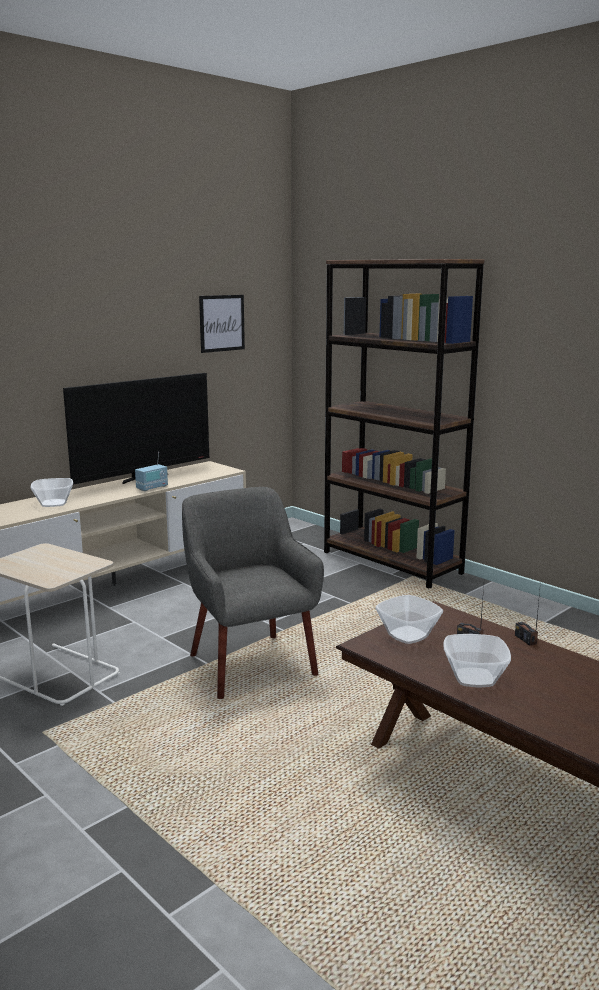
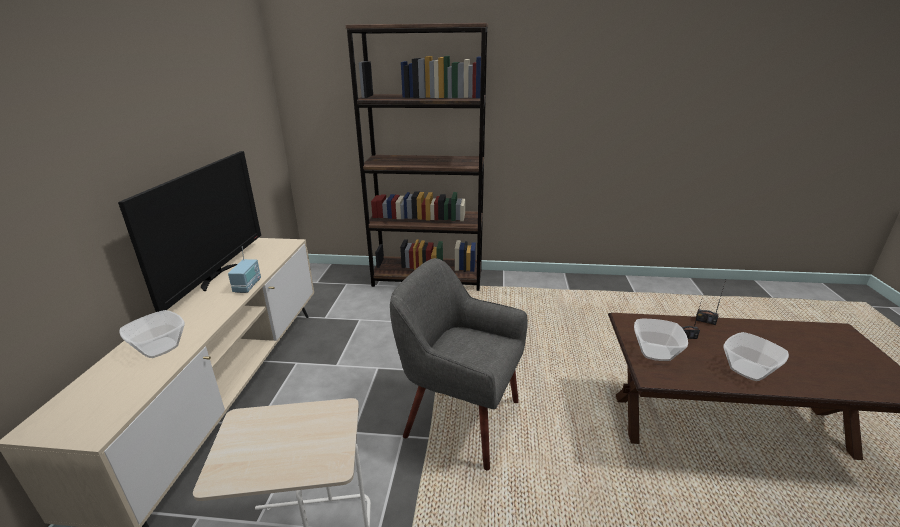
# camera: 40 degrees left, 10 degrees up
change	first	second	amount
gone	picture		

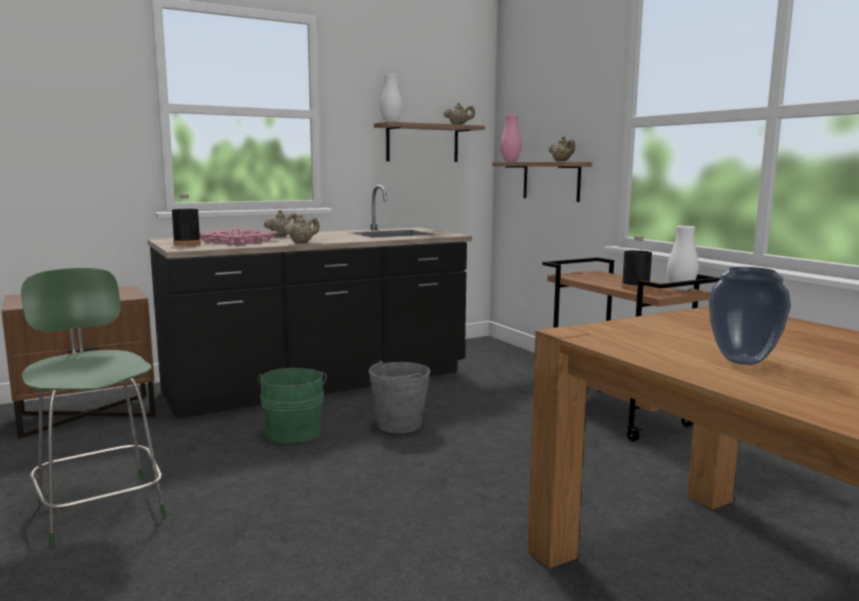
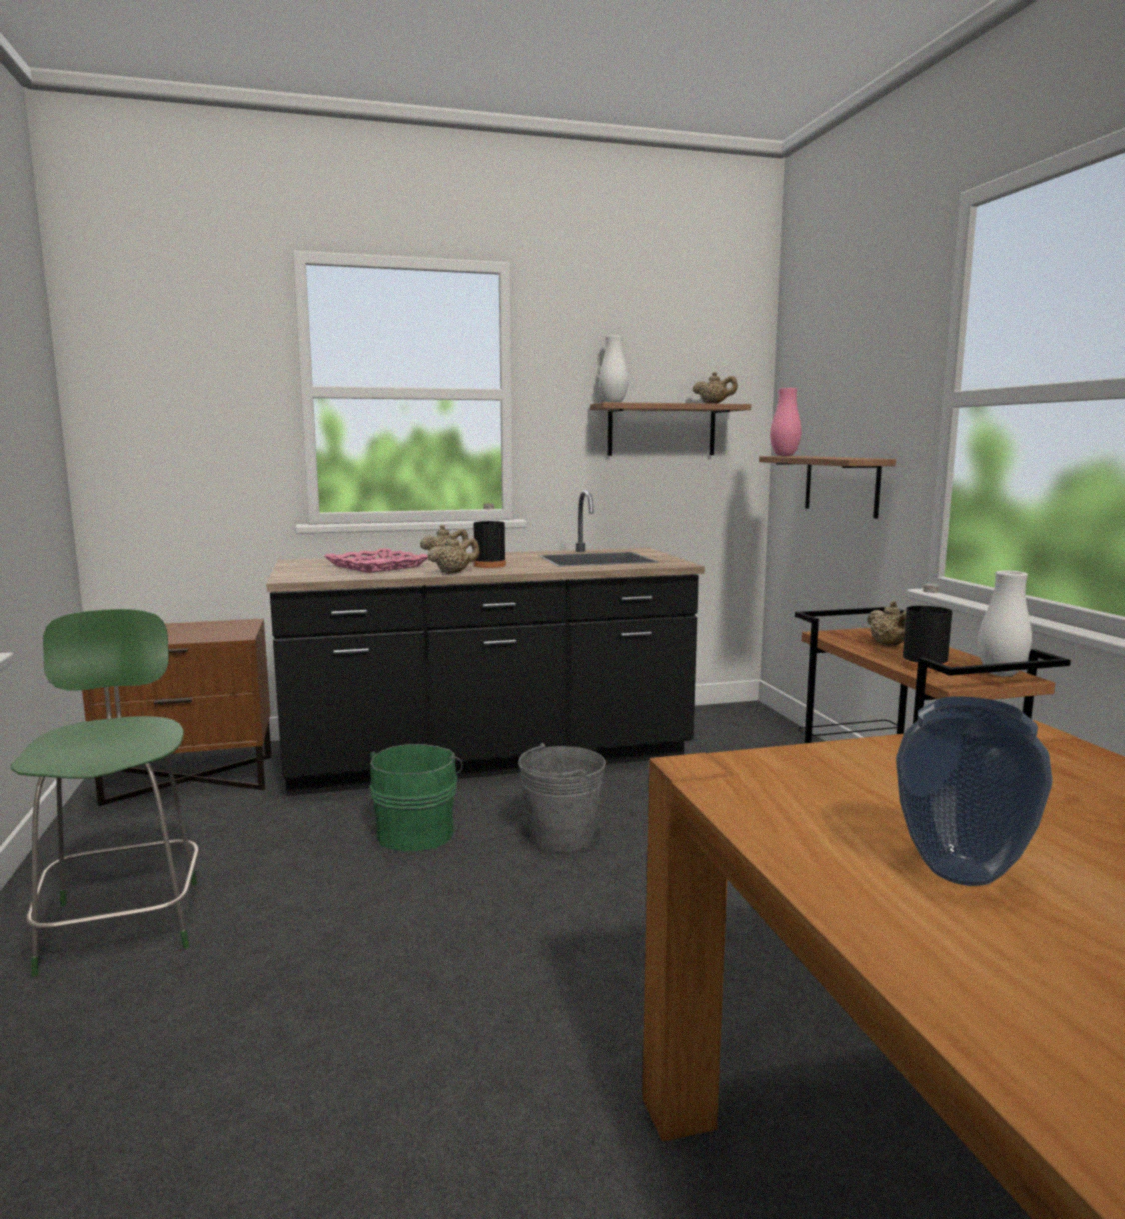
# camera: 15 degrees right, 0 degrees up
change	first	second	amount
shifted	black bottle (no. 1 from left)		
shifted	beige teapot (no. 4 from left)		

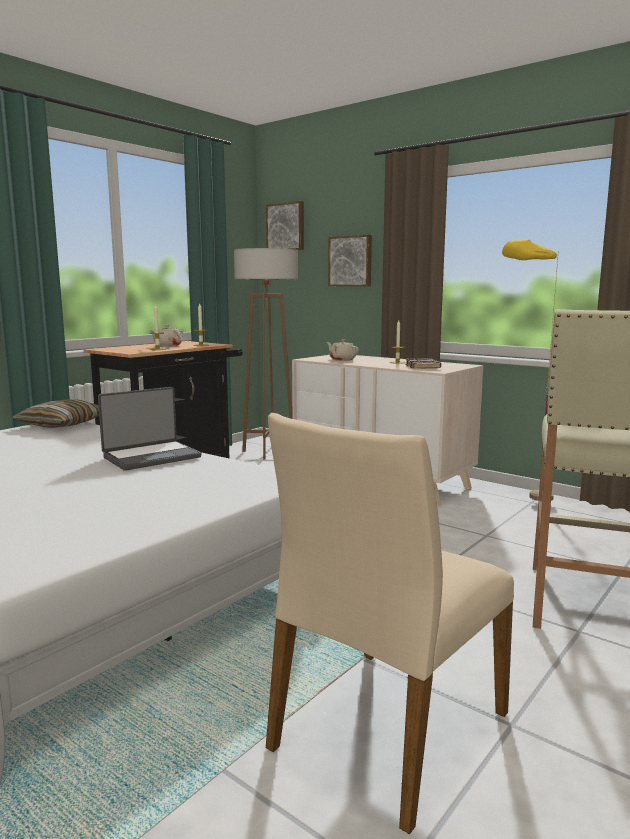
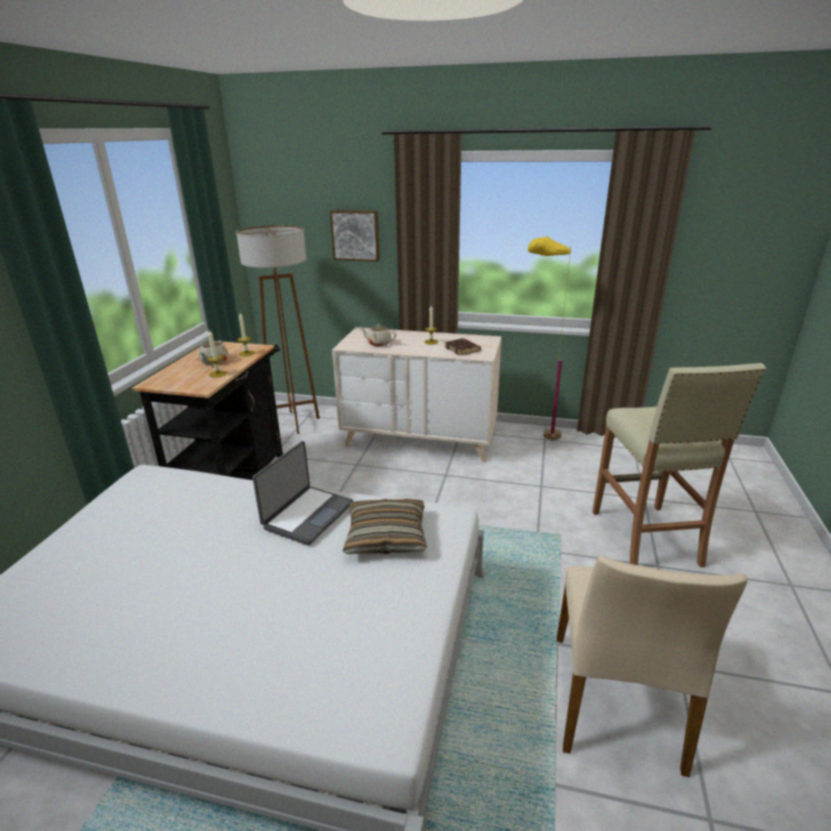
# camera: 25 degrees left, 15 degrees up
change	first	second	amount
shifted	pillow		
gone	picture (no. 1 from left)		

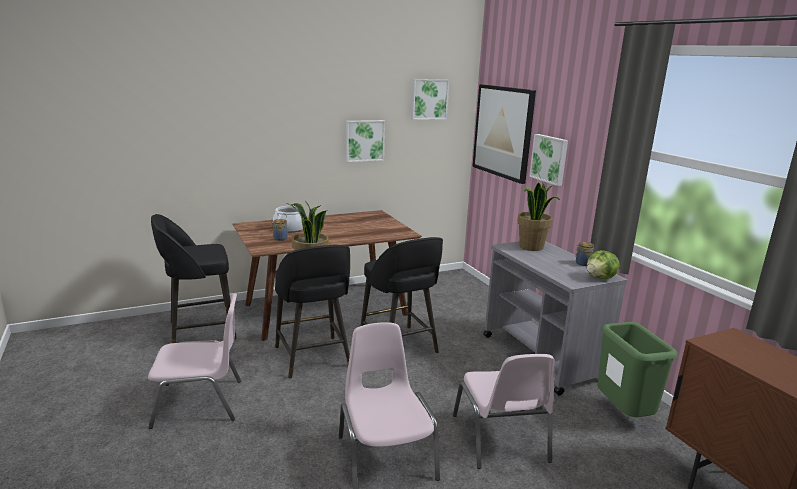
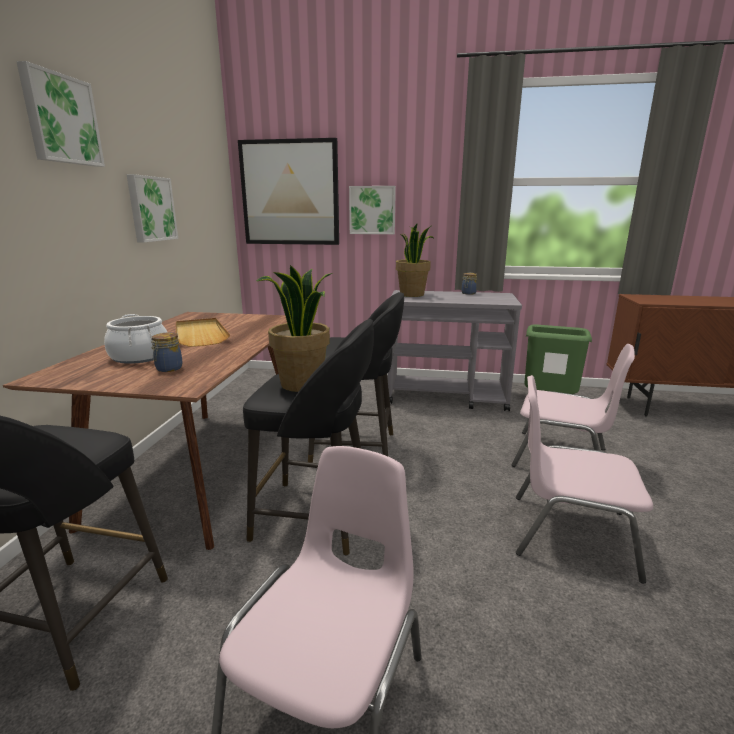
# camera: 55 degrees left, 0 degrees up
change	first	second	amount
shifted	picture (no. 2 from left in the first image)	picture (no. 1 from left)	
new		beige tray	
gone	lettuce		

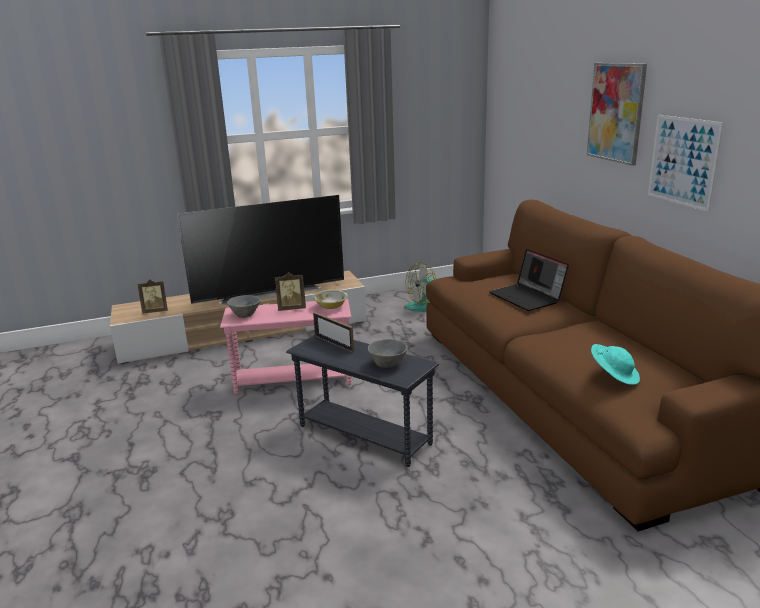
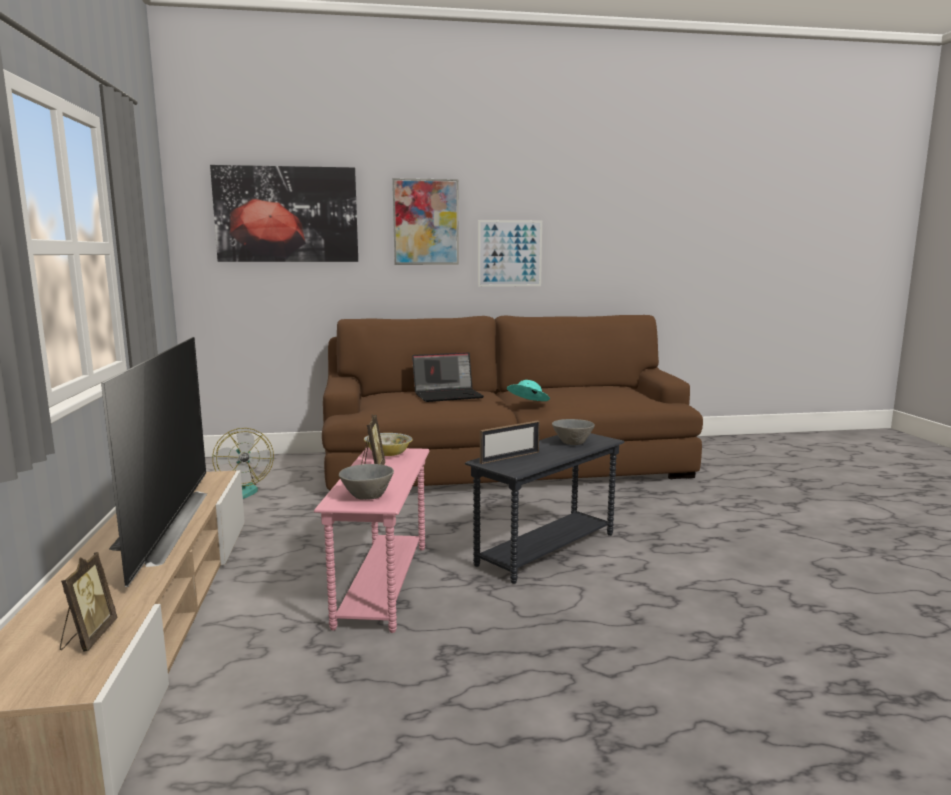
# camera: 80 degrees left, 10 degrees down
change	first	second	amount
new		picture (no. 1 from left)	
shifted	turquoise hat		

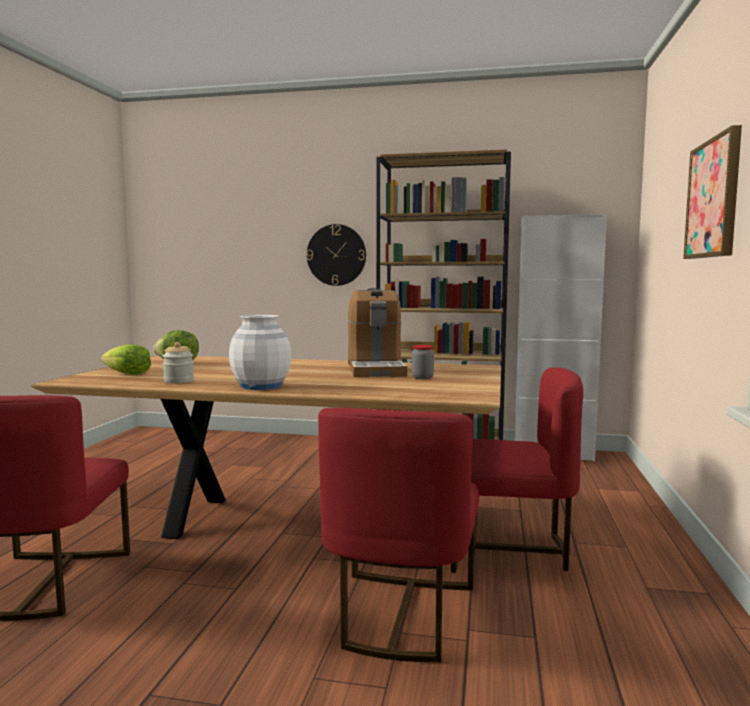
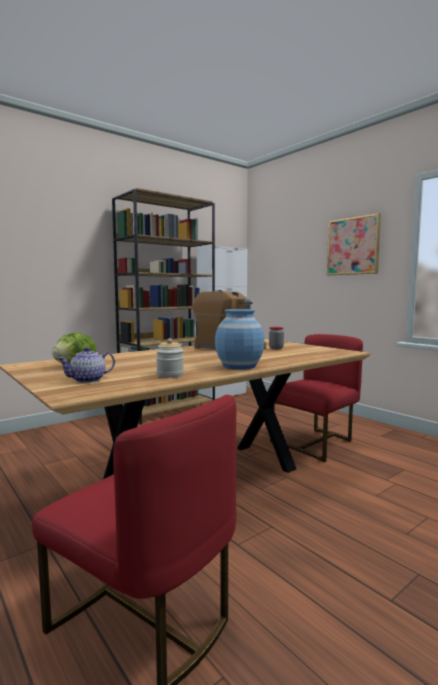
# camera: 50 degrees left, 0 degrees up
change	first	second	amount
swapped	lettuce (no. 1 from left)	teapot	
repainted	white vase	blue vase	
gone	wall clock		
gone	red chair (no. 2 from left)		

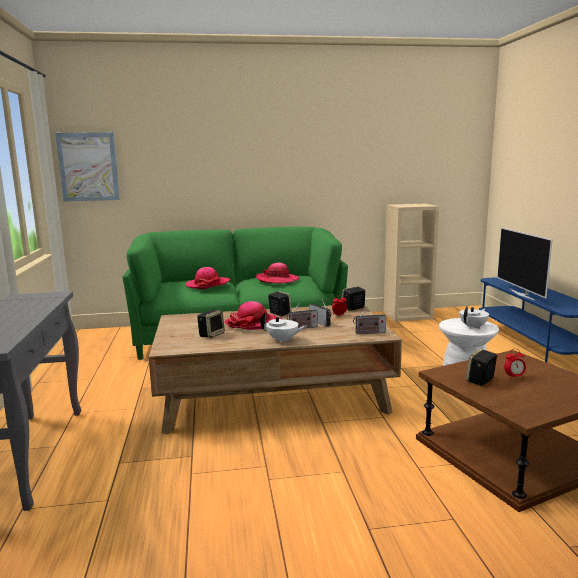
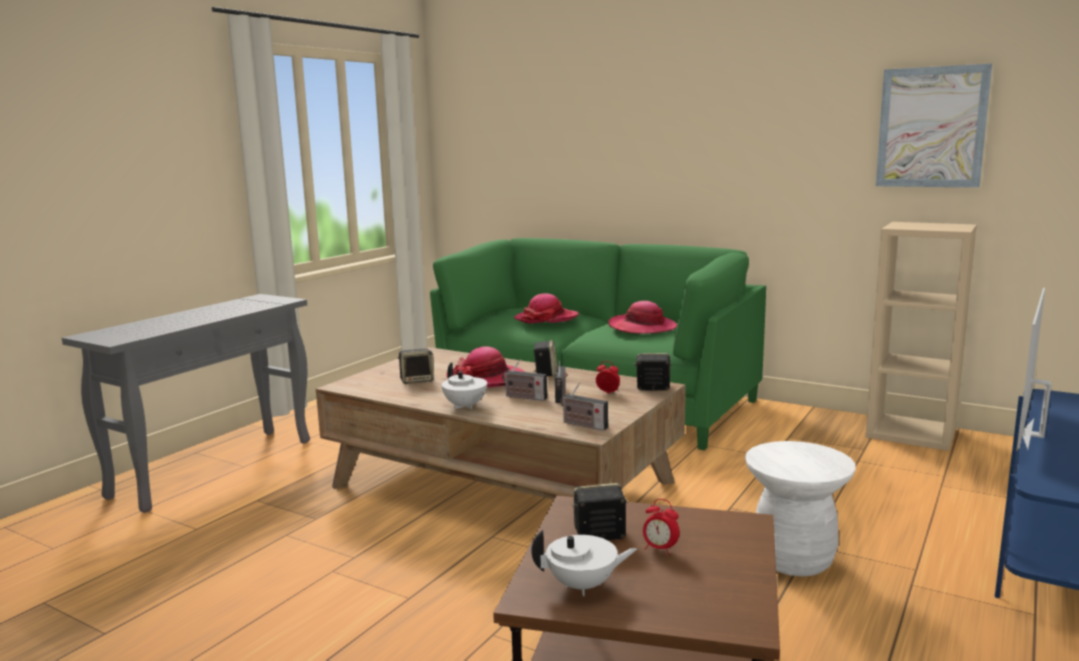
# camera: 40 degrees right, 0 degrees up
change	first	second	amount
shifted	white teapot (no. 2 from left)		
shifted	picture		

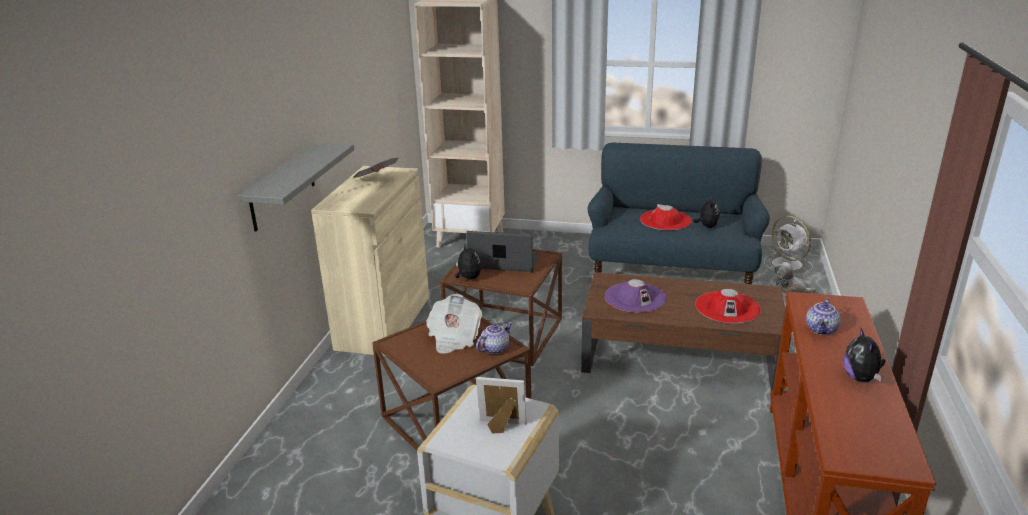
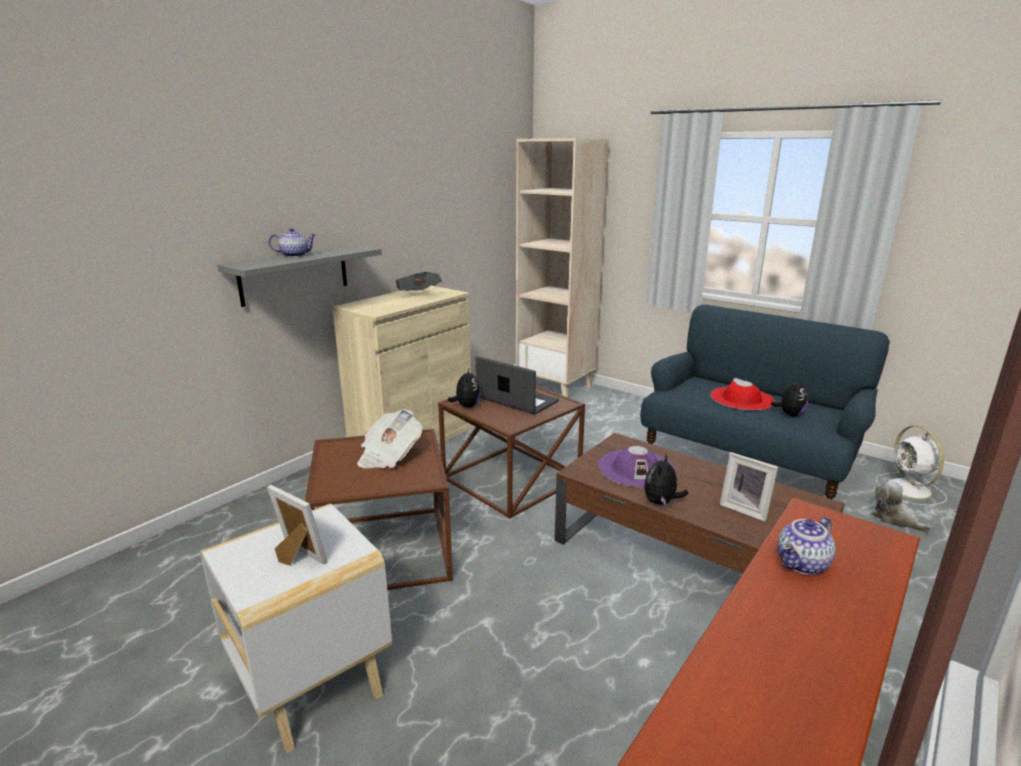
# camera: 25 degrees right, 5 degrees down
change	first	second	amount
shifted	teapot (no. 1 from left)		
shifted	plush toy (no. 4 from left in the first image)	plush toy (no. 2 from left)	
swapped	red hat (no. 2 from left)	picture frame (no. 2 from left)	

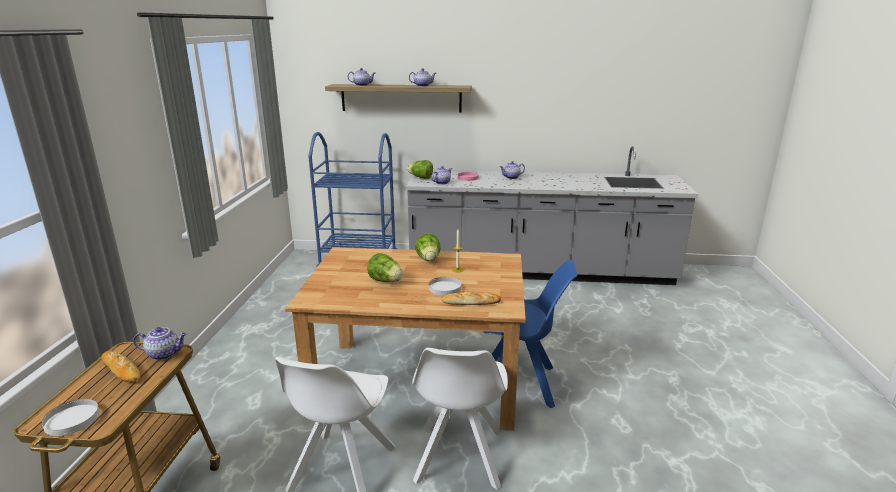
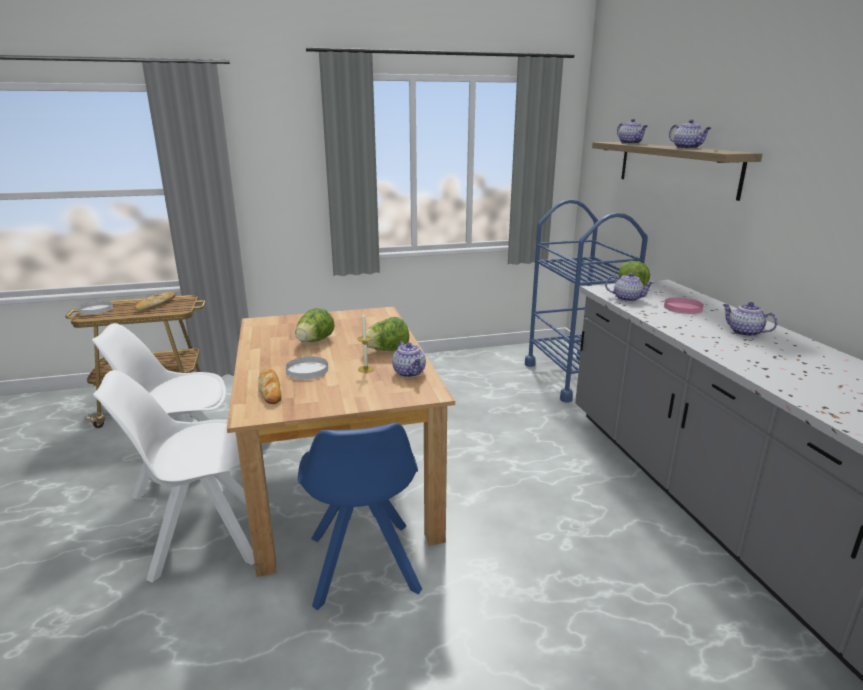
# camera: 70 degrees right, 0 degrees up
change	first	second	amount
shifted	teapot (no. 1 from left)		

